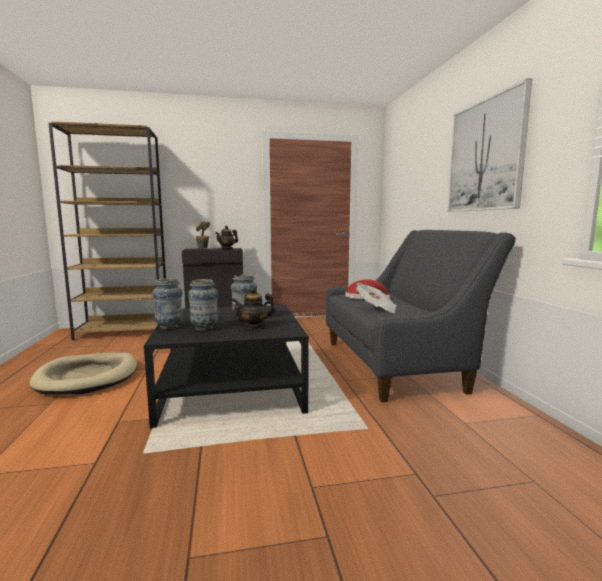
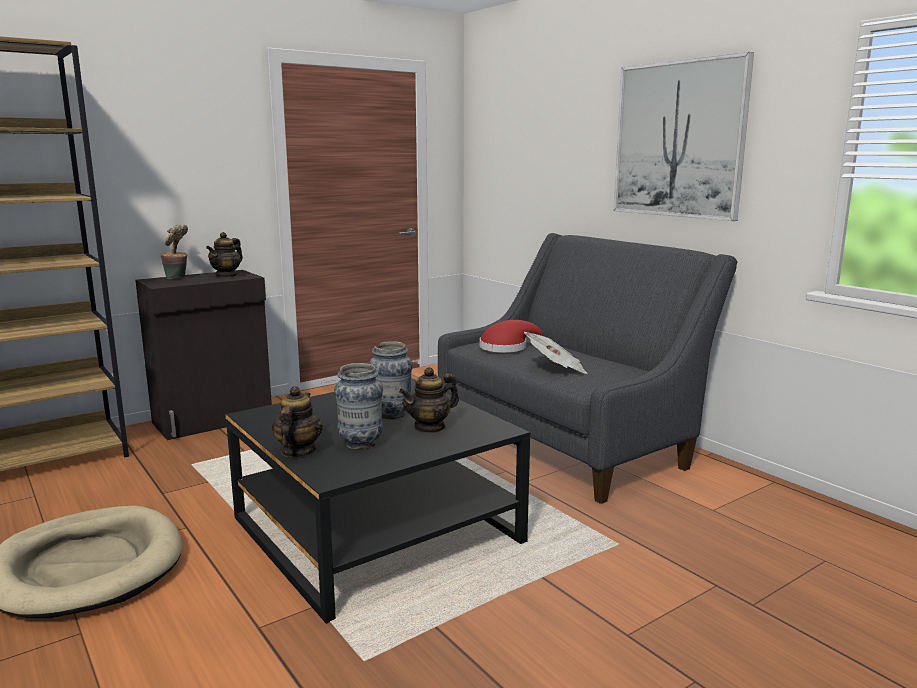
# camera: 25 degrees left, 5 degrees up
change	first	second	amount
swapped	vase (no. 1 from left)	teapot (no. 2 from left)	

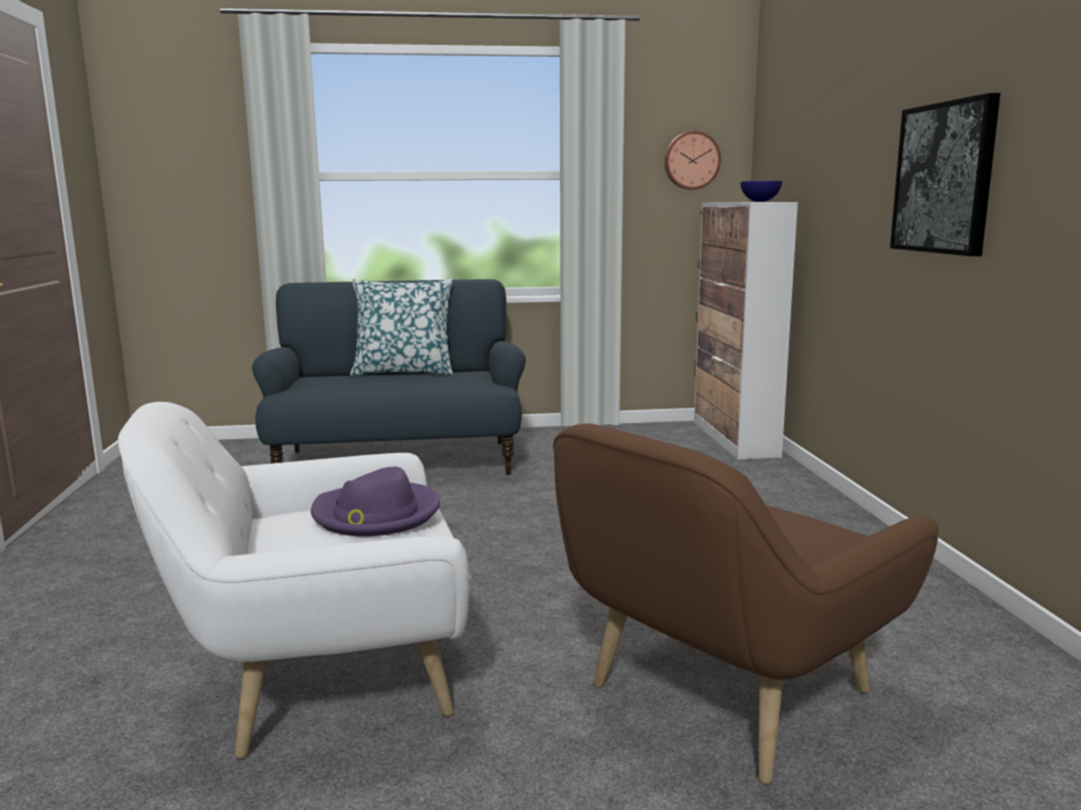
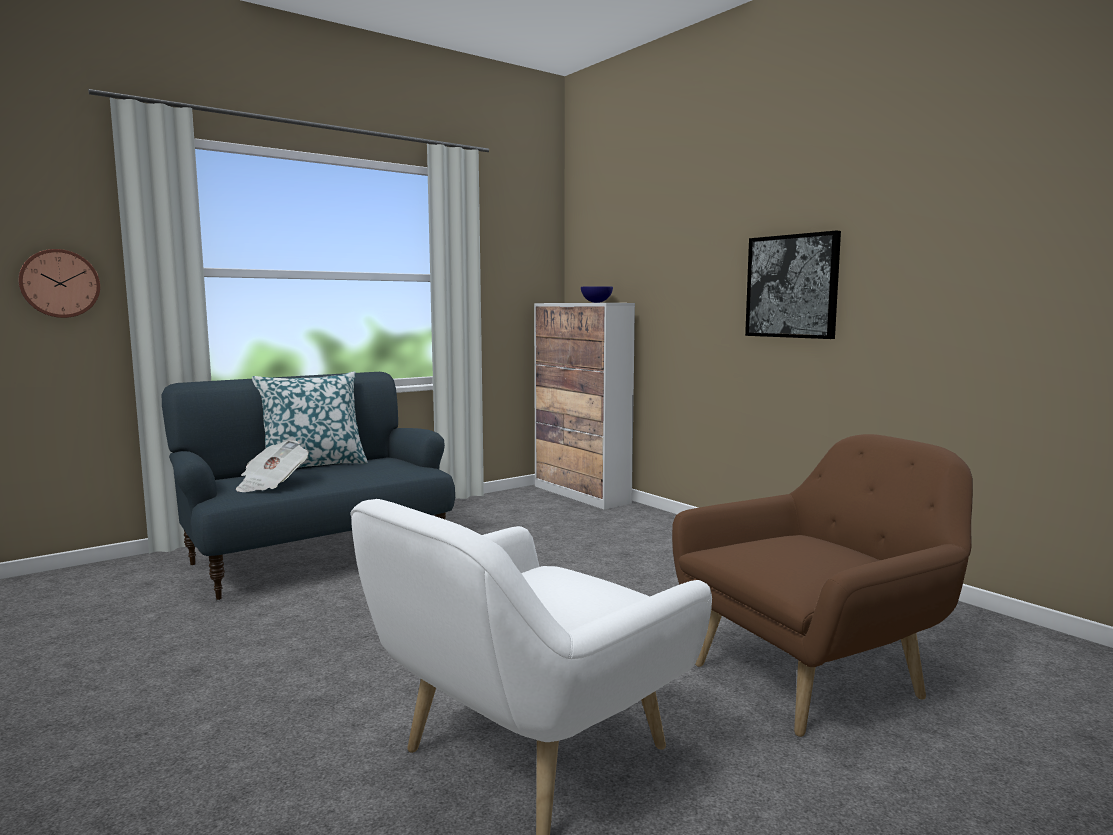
# camera: 30 degrees left, 5 degrees down
change	first	second	amount
shifted	wall clock		
new		newspaper	
rotated	brown armchair		135 degrees counterclockwise
gone	purple hat		

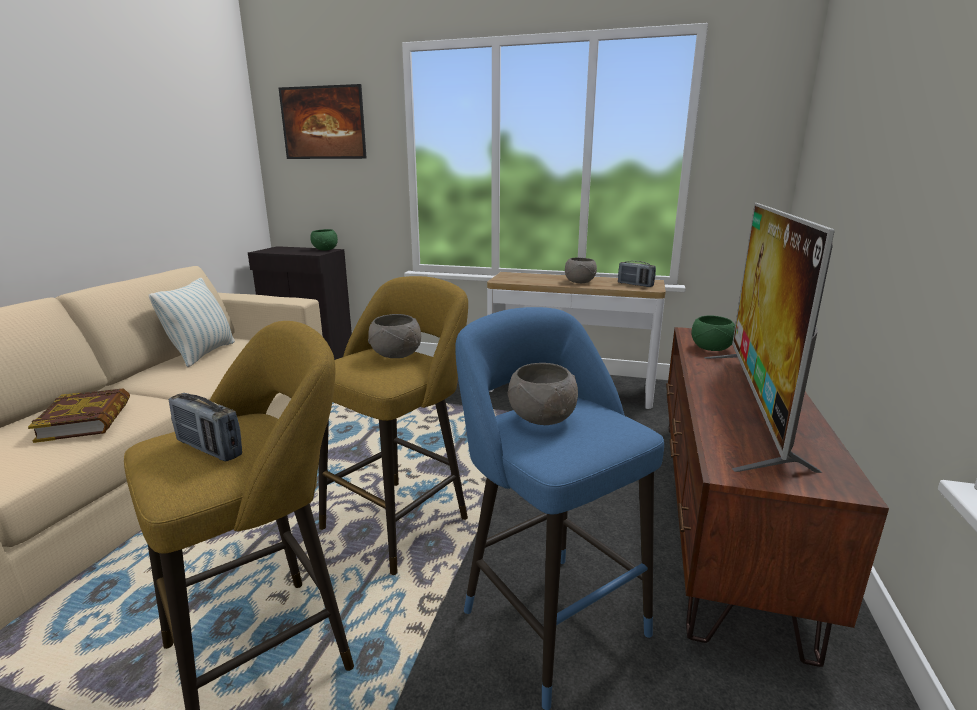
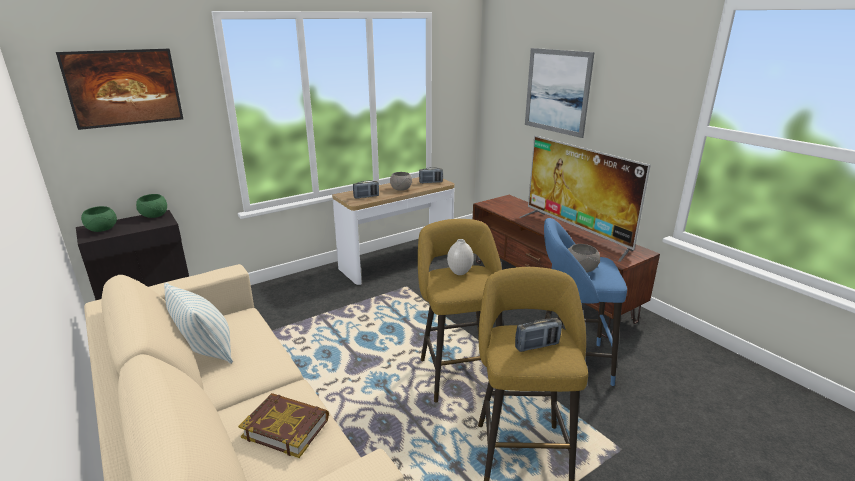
# camera: 50 degrees left, 5 degrees up
change	first	second	amount
shifted	green bowl (no. 2 from left in the first image)	green bowl (no. 1 from left)	
new		radio (no. 1 from left)	
swapped	grey bowl (no. 1 from left)	white vase	
new		picture (no. 2 from left)	

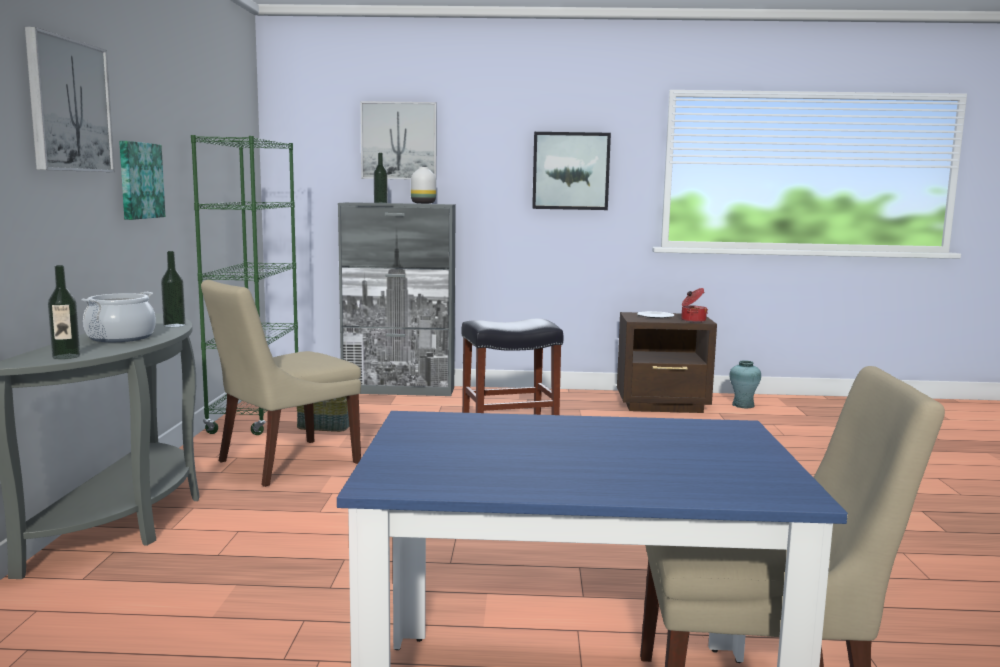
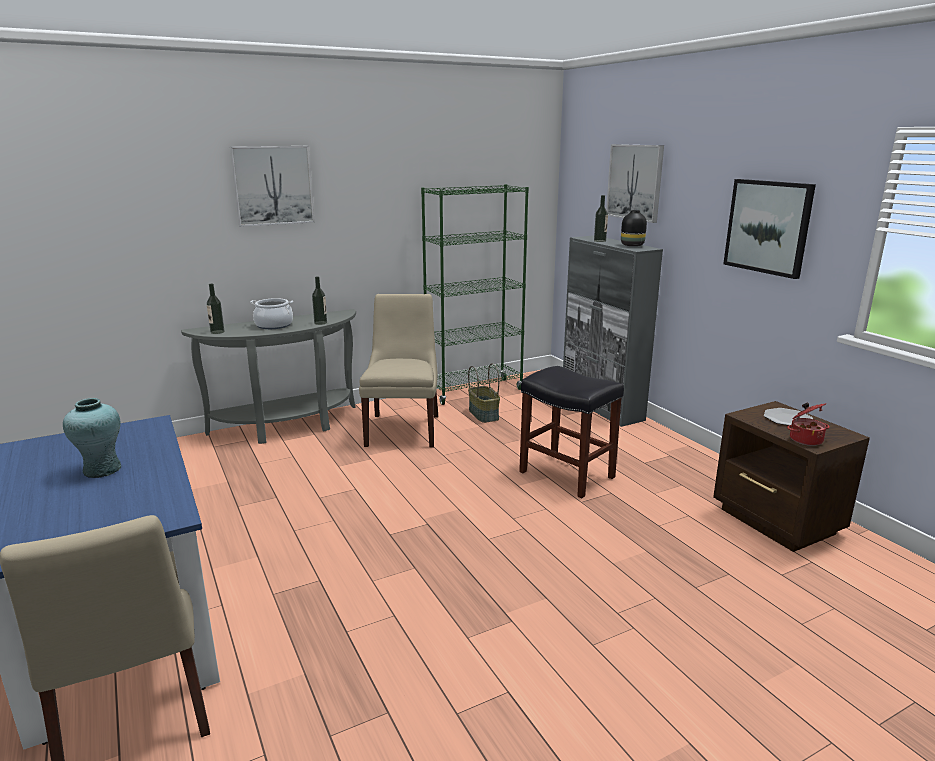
# camera: 60 degrees right, 10 degrees up
change	first	second	amount
shifted	turquoise vase		
rotated	beige chair (no. 1 from left in the first image)	beige chair (no. 2 from left)	75 degrees clockwise
repainted	white vase	black vase	
gone	picture (no. 2 from left)		

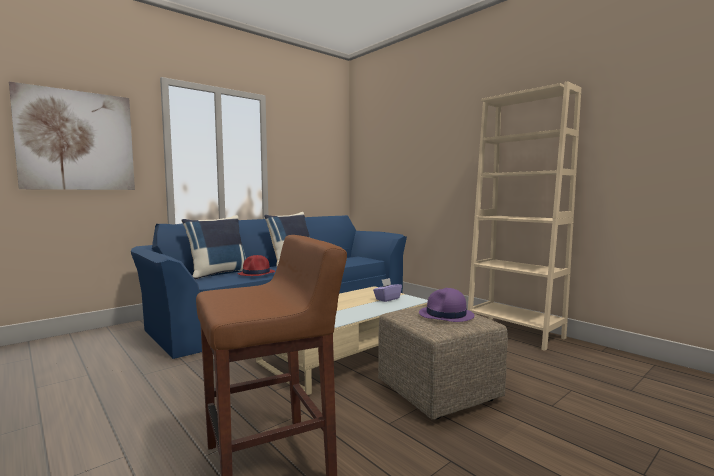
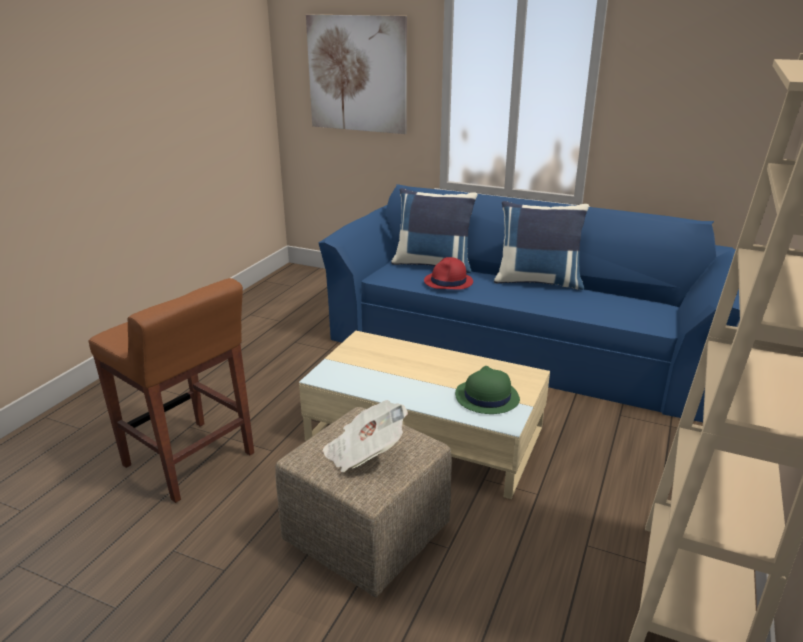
# camera: 65 degrees right, 20 degrees up
change	first	second	amount
swapped	purple hat	newspaper	
swapped	purple tissue box	green hat	

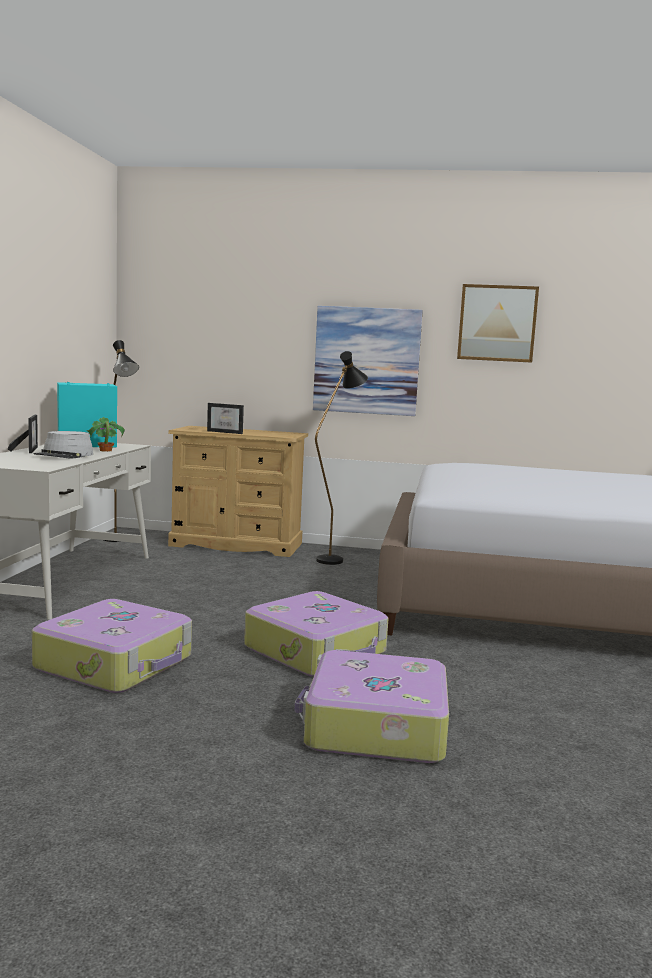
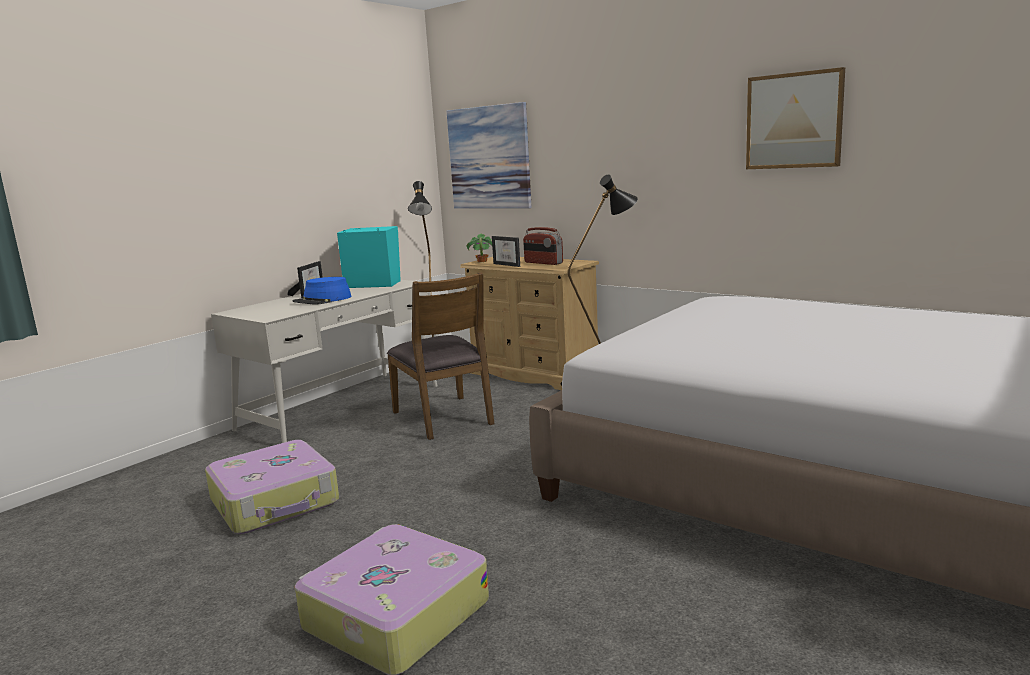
# camera: 30 degrees right, 5 degrees up
change	first	second	amount
repainted	grey hat	blue hat	
new		brown chair	
shifted	picture (no. 1 from left)		
shifted	potted plant		
new		radio	
gone	suitcase (no. 2 from left)		

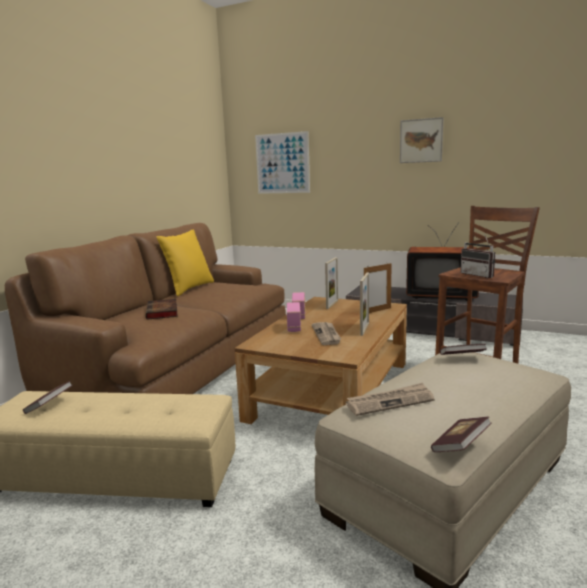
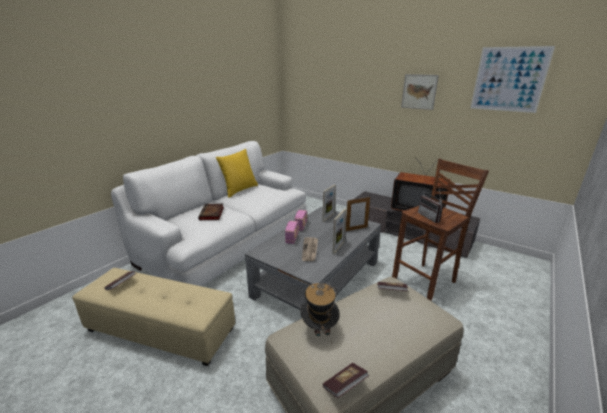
# camera: 10 degrees right, 10 degrees up
change	first	second	amount
repainted	brown sofa	white sofa	
repainted	brown coffee table	grey coffee table	
swapped	newspaper (no. 2 from left)	hat	
shifted	picture (no. 1 from left in the first image)	picture (no. 2 from left)	

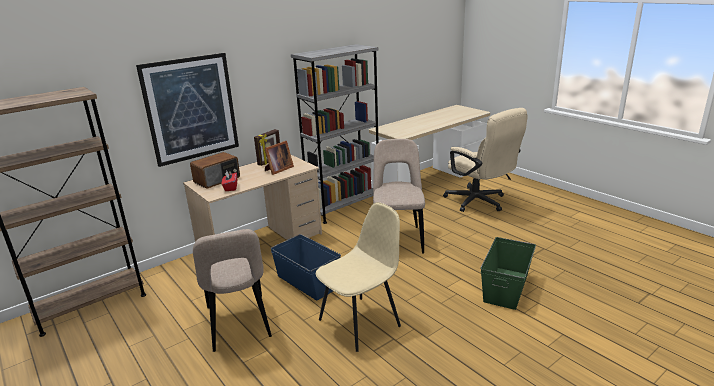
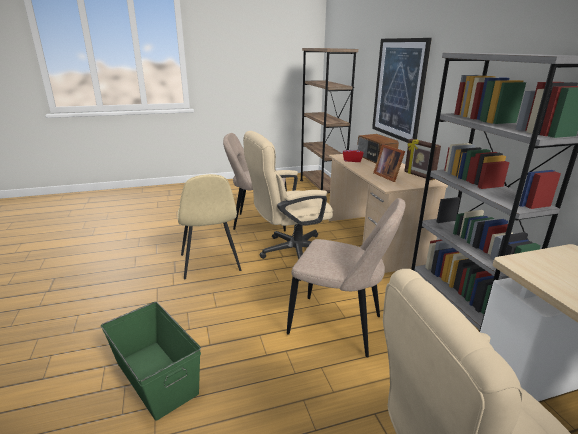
# camera: 110 degrees right, 0 degrees up
change	first	second	amount
swapped	blue storage box	beige office chair (no. 1 from left)	

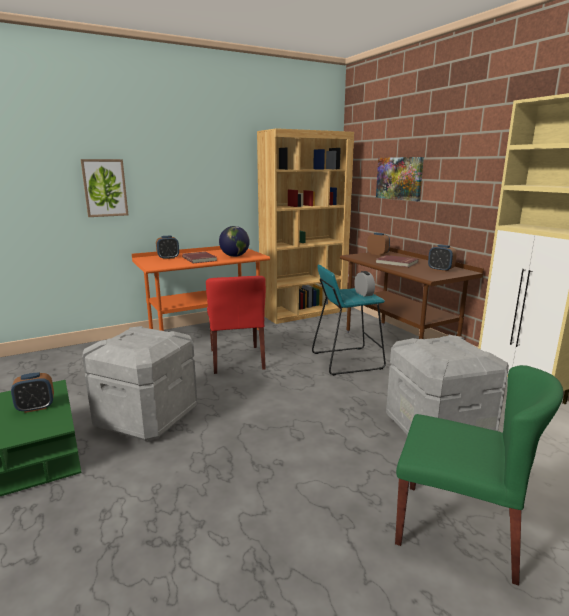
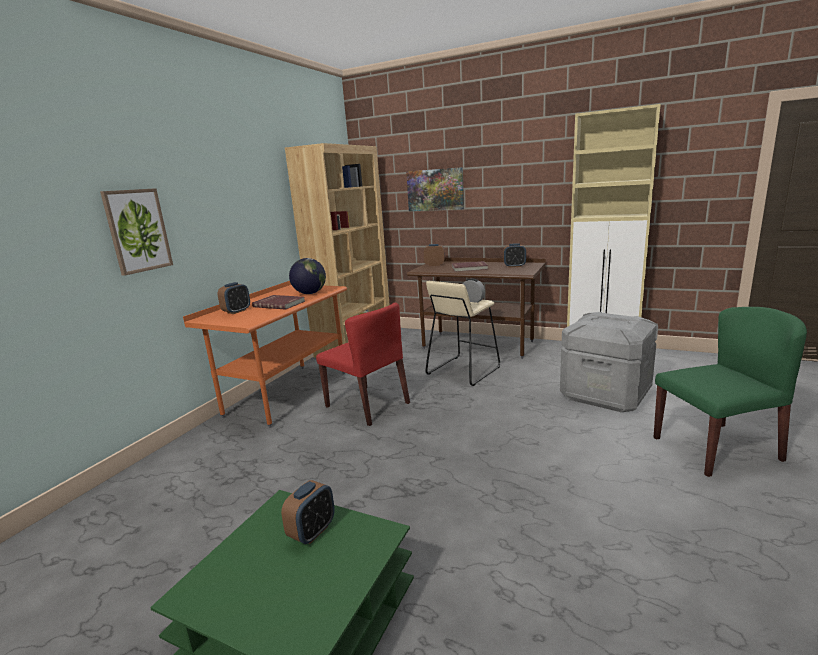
# camera: 35 degrees left, 0 degrees up
change	first	second	amount
repainted	turquoise stool	beige stool	
gone	grey storage box (no. 1 from left)		

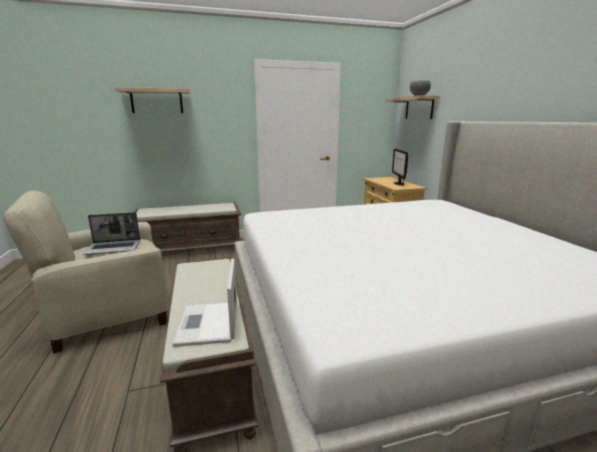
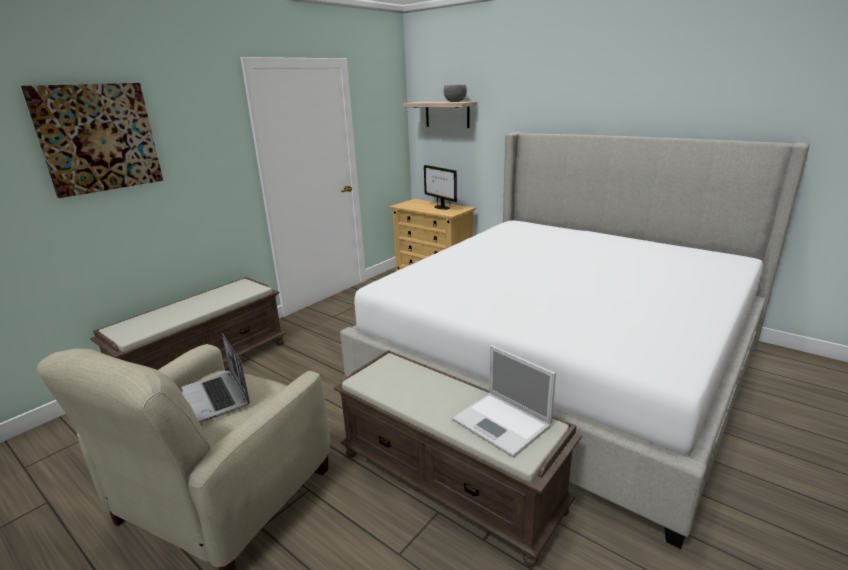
# camera: 35 degrees left, 5 degrees up
change	first	second	amount
swapped	shelf (no. 1 from left)	picture	
rotated	laptop (no. 1 from left)		105 degrees clockwise

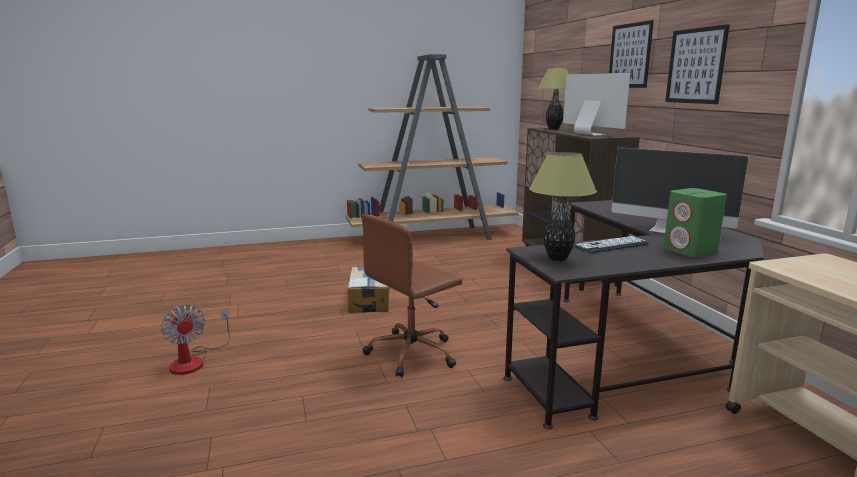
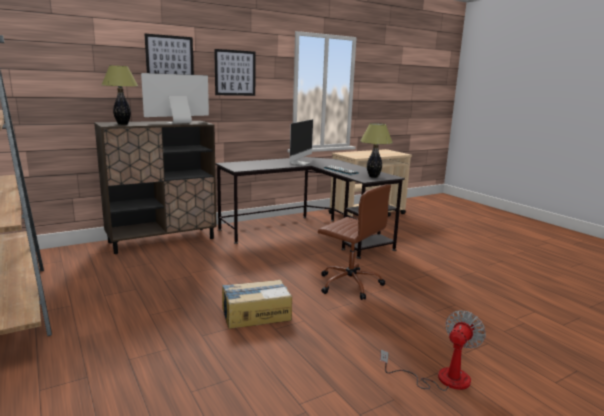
# camera: 105 degrees left, 0 degrees up
change	first	second	amount
gone	green speaker		

